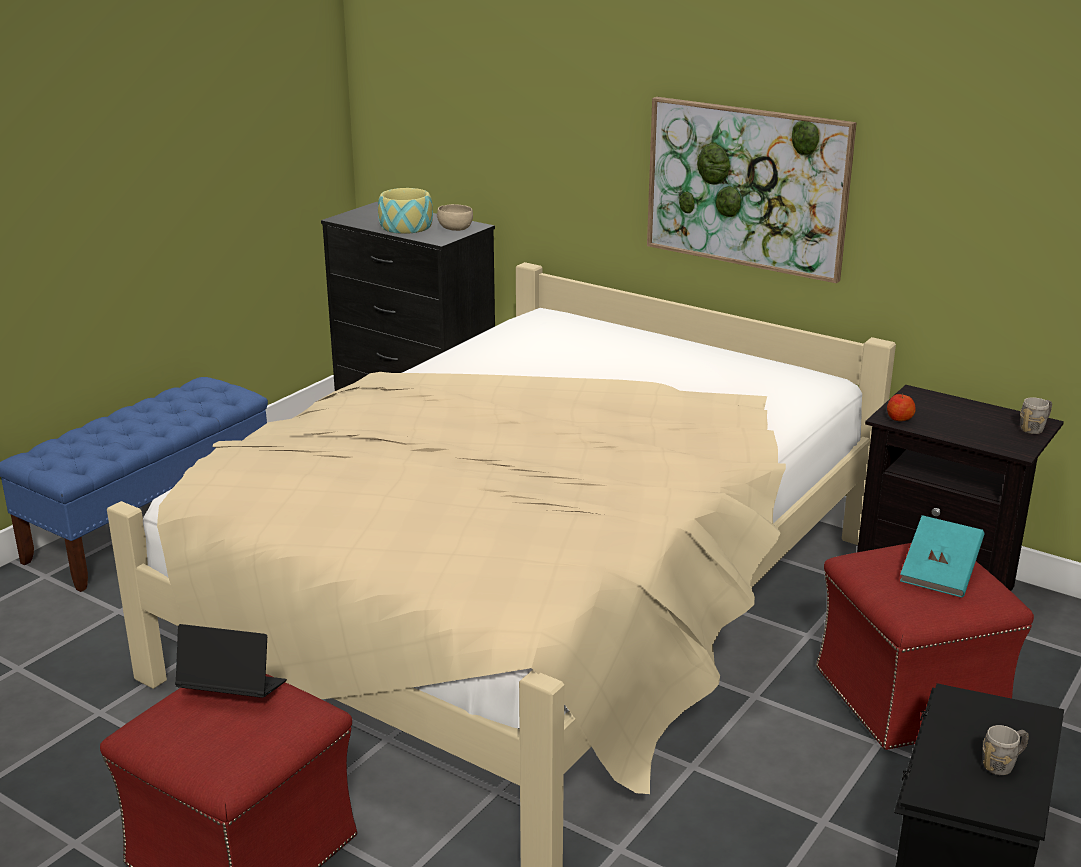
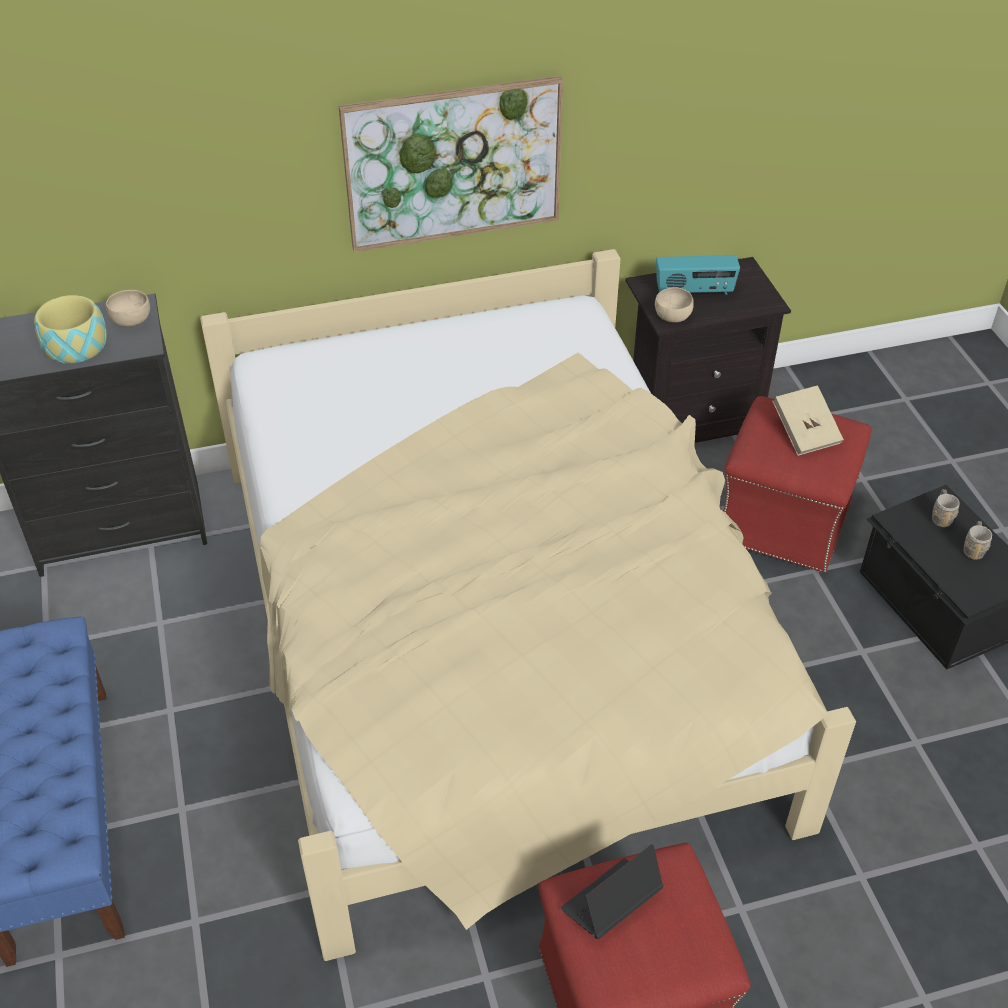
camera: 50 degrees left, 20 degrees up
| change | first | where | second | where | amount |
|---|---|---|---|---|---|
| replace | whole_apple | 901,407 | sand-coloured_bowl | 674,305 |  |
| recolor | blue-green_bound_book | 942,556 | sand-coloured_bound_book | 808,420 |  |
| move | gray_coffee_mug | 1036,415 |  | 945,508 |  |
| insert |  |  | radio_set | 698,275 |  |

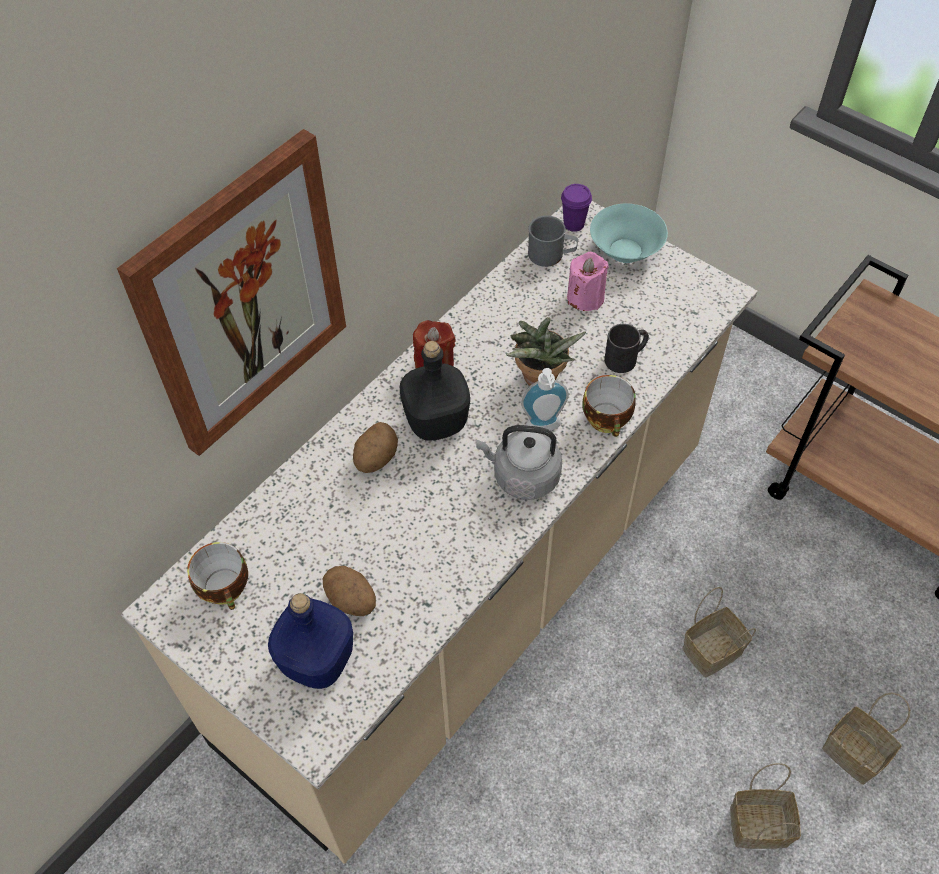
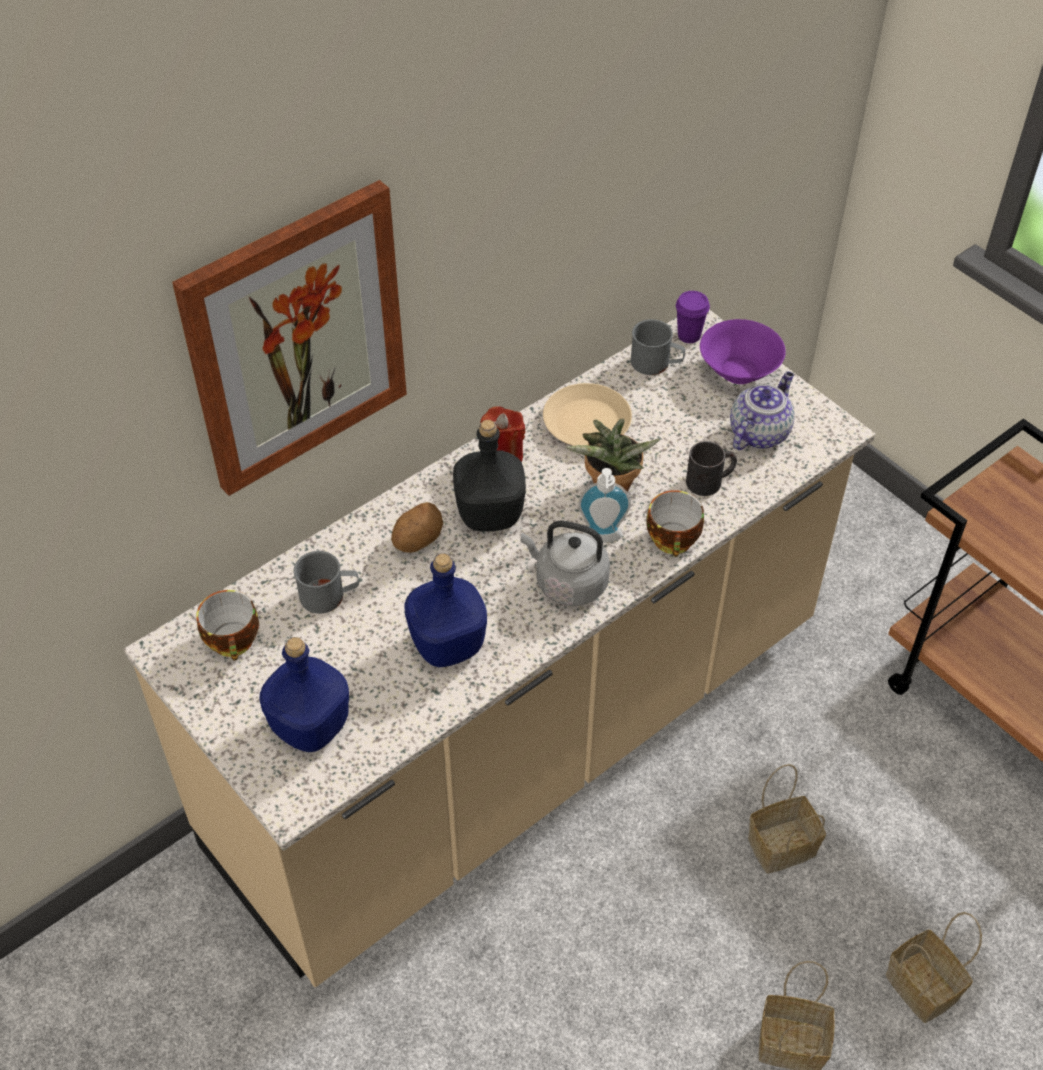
camera: 10 degrees right, 5 degrees down
| change | first | where | second | where | amount |
|---|---|---|---|---|---|
| delete | potato | 349,591 |  |  |  |
| delete | pink_wax_light | 588,281 |  |  |  |
| recolor | blue-green_bowl | 629,233 | purplish_bowl | 743,351 |  |
| insert |  |  | gray_coffee_mug | 326,582 |  |
| insert |  |  | blue-coloured_bottle | 446,610 |  |
| insert |  |  | sand-coloured_flat_dish | 587,414 |  |
| insert |  |  | teapot | 762,411 |  |

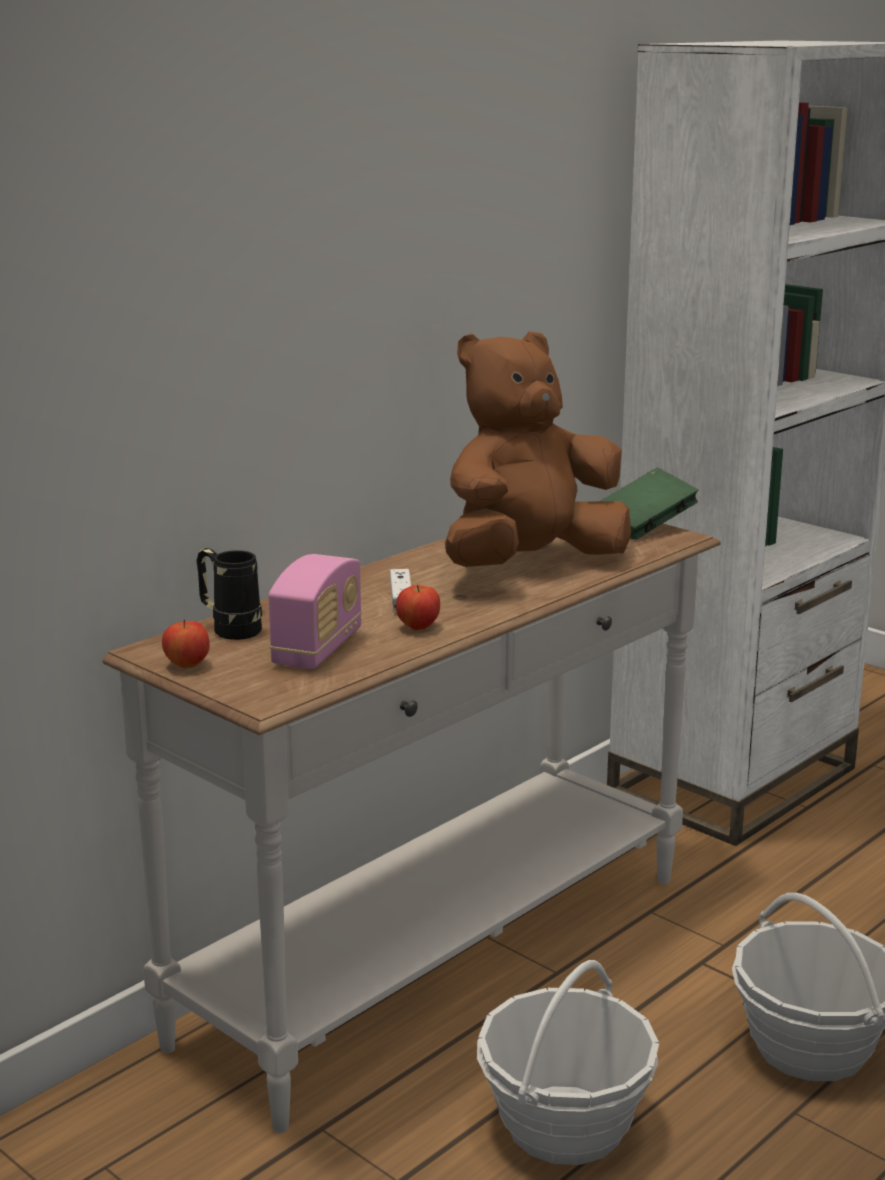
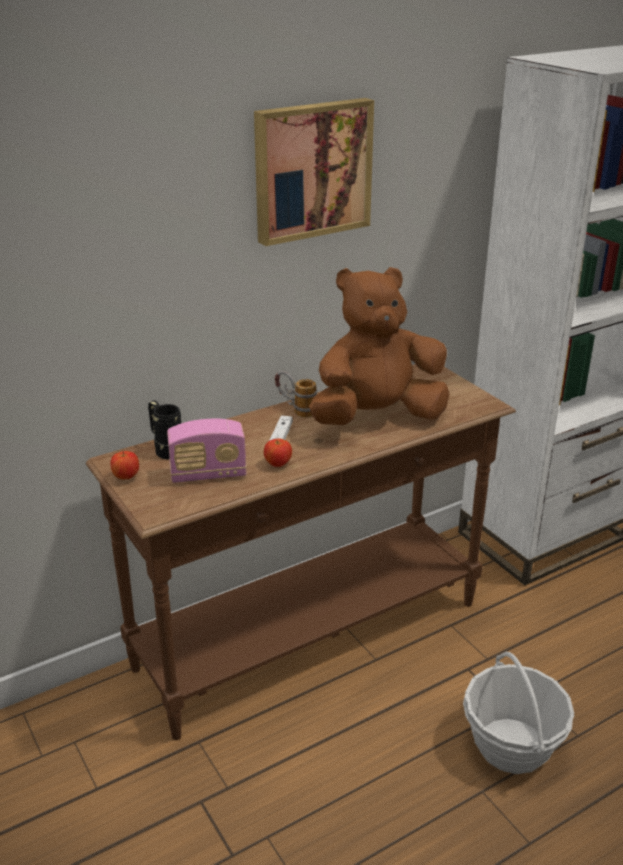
camera: 15 degrees right, 10 degrees up
| change | first | where | second | where | amount |
|---|---|---|---|---|---|
| recolor | whitish_hall_table | 412,817 | brown_hall_table | 301,552 |  |
| rotate | radio_set | 315,611 |  | 207,451 | 45 degrees clockwise |
| delete | storage_basket | 568,1062 |  |  |  |
| delete | greenish_bound_book | 649,504 |  |  |  |
| insert |  |  | wall_picture | 314,172 |  |
| insert |  |  | coffee_mug | 296,394 |  |

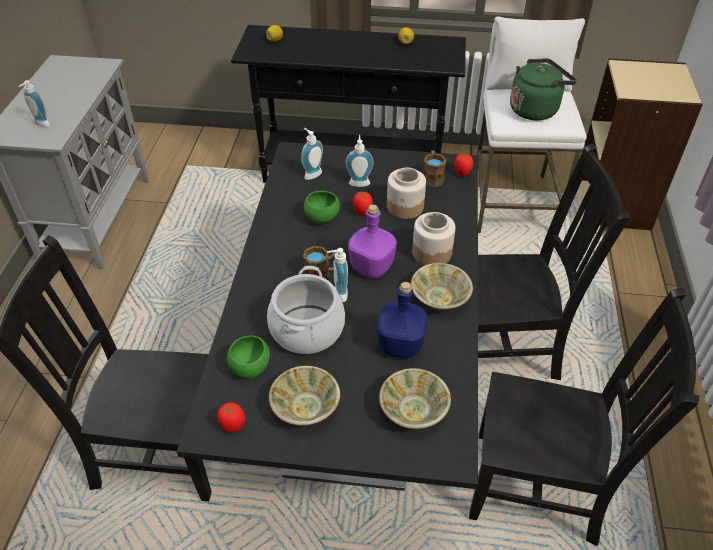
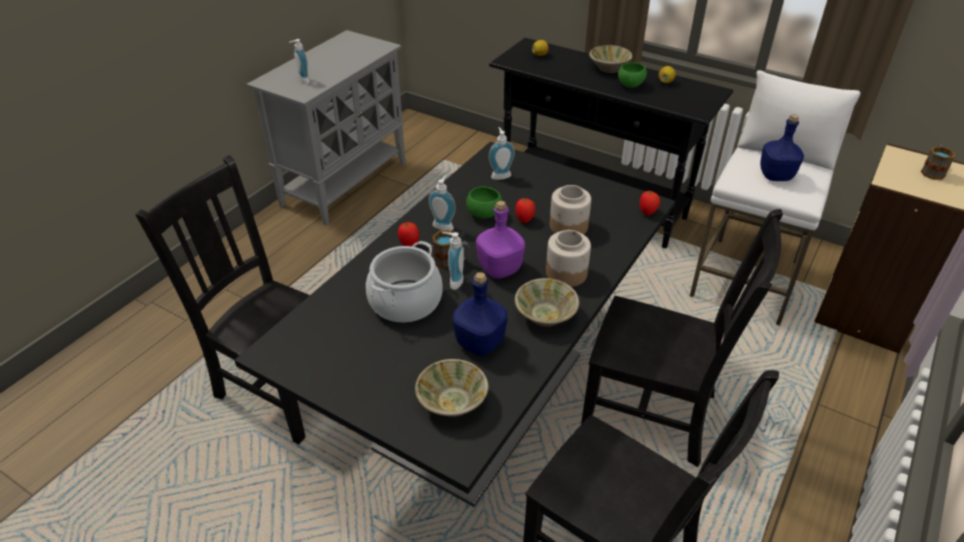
camera: 25 degrees right, 5 degrees down
| change | first | where | second | where | amount |
|---|---|---|---|---|---|
| move | whole_tomato | 231,417 |  | 408,234 |  |
| move | greenish_bowl | 248,356 |  | 632,75 |  |
| move | sand-coloured_bowl | 304,396 |  | 611,59 |  |
| move | soap_bottle | 360,161 |  | 442,203 |  |
| move | coffee_mug | 435,169 |  | 938,162 |  |
| replace | greenish_tea_kettle | 543,89 | blue-coloured_bottle | 782,148 |  |

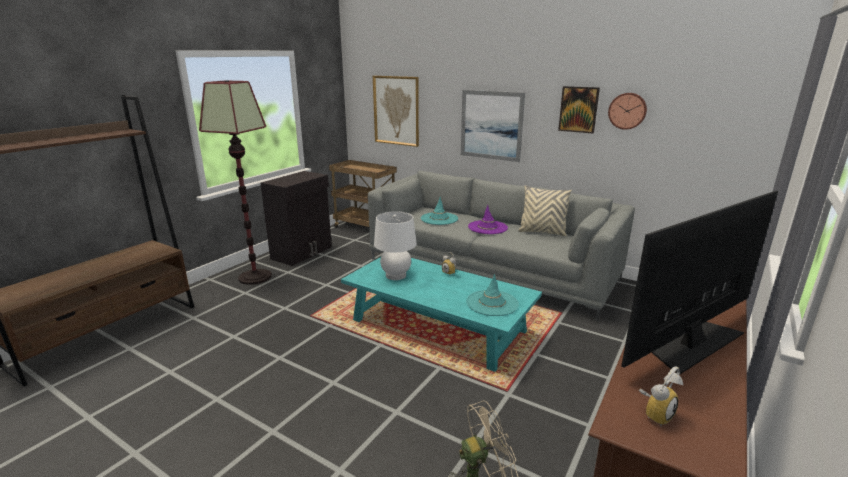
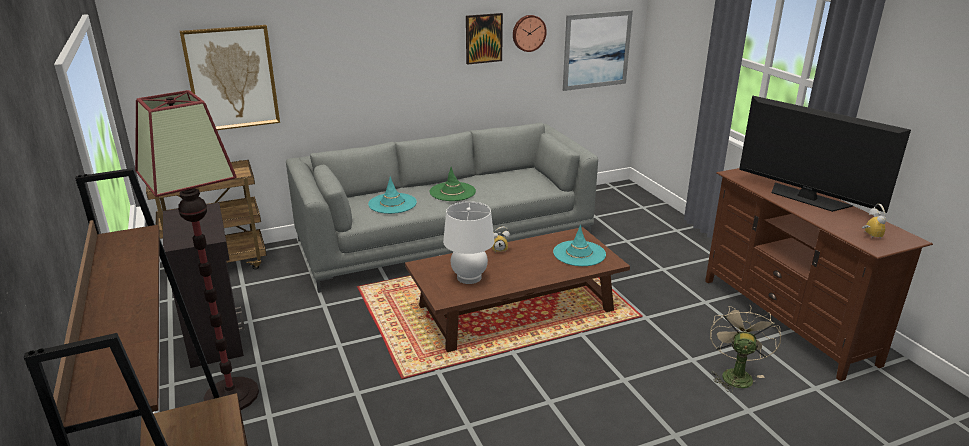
camera: 55 degrees left, 5 degrees up
| change | first | where | second | where | amount |
|---|---|---|---|---|---|
| recolor | blue-green_low_table | 441,314 | brown_low_table | 517,289 |  |
| move | wall_picture | 493,126 |  | 598,50 |  |
| recolor | purplish_wearable_hat | 488,219 | greenish_wearable_hat | 453,184 |  |
| delete | sand-coloured_pillow | 545,210 |  |  |  |
| rotate | TV | 699,283 |  | 825,154 | 45 degrees counterclockwise |

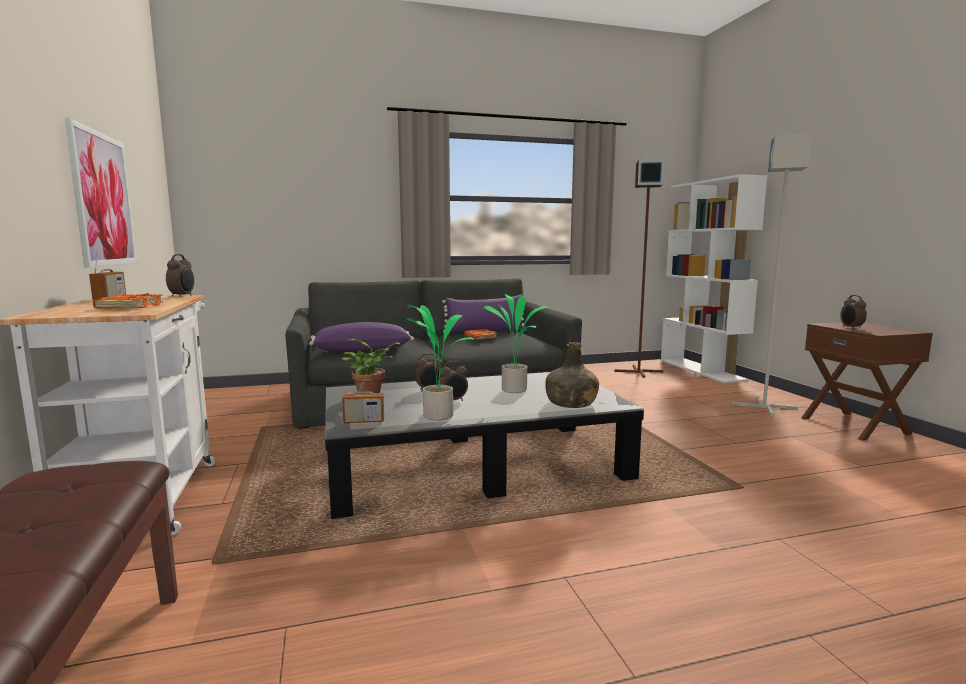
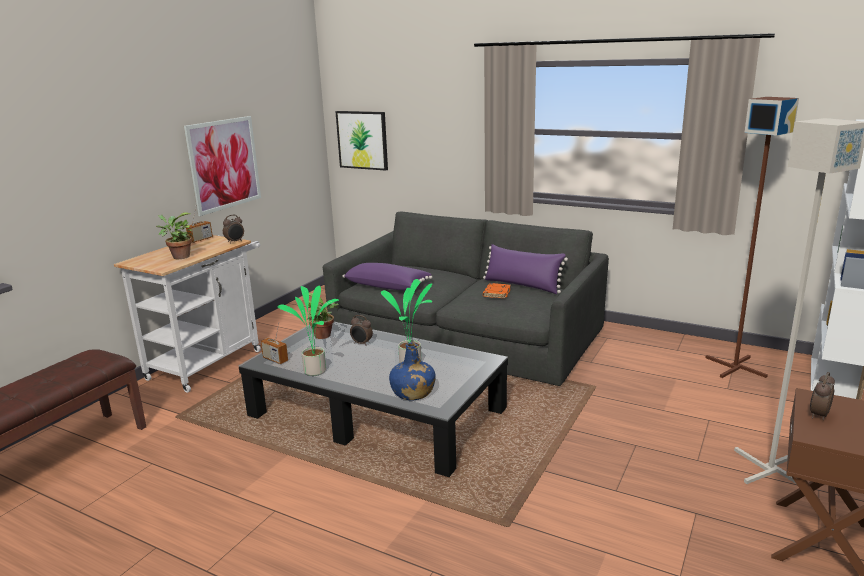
camera: 45 degrees right, 10 degrees up
| change | first | where | second | where | amount |
|---|---|---|---|---|---|
| replace | orangey_bound_book | 128,301 | houseplant | 174,235 |  |
| delete | bedside_clock | 453,381 |  |  |  |
| recolor | greenish_bottle | 572,375 | blue-coloured_bottle | 412,371 |  |
| insert |  |  | wall_picture | 361,141 |  |

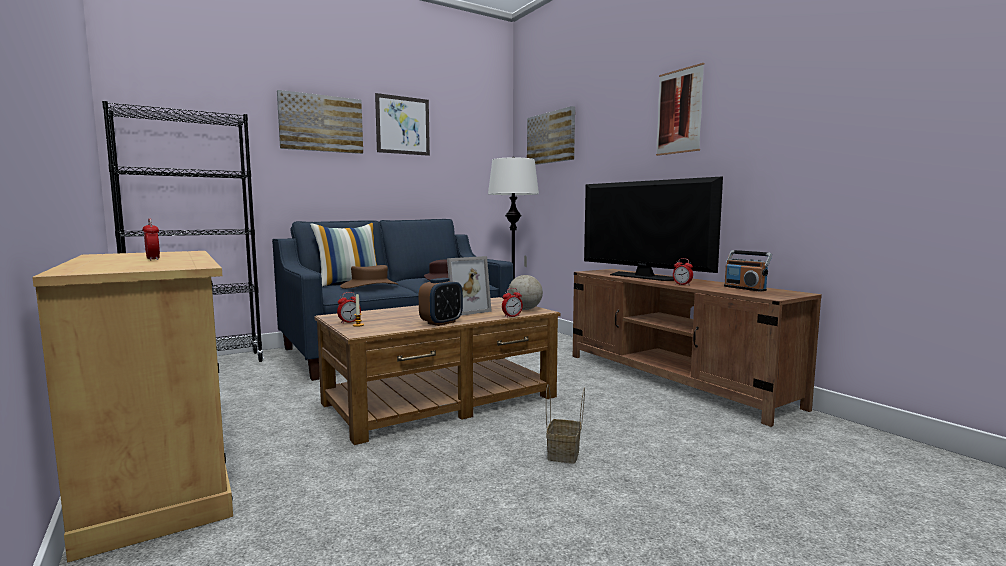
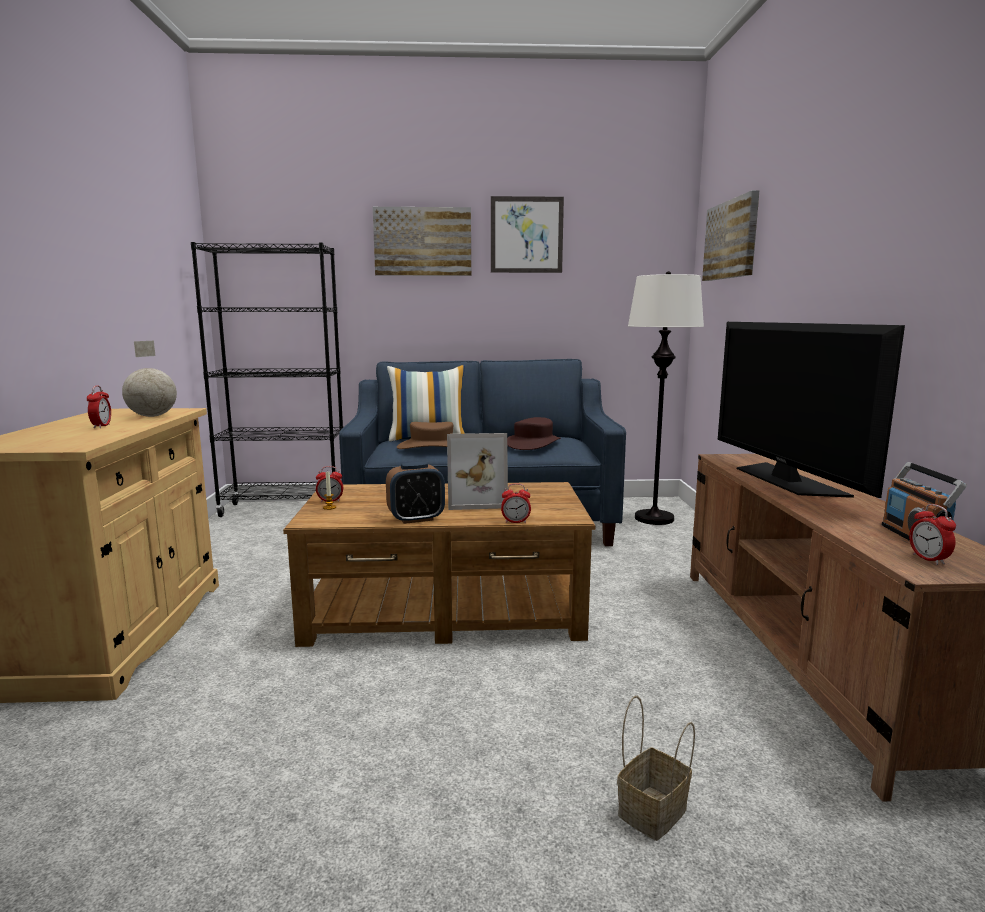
camera: 30 degrees right, 5 degrees up
| change | first | where | second | where | amount |
|---|---|---|---|---|---|
| move | world_globe | 525,282 |  | 149,379 |  |
| move | storage_basket | 565,424 |  | 656,768 |  |
| delete | wall_picture | 680,109 |  |  |  |
| move | bedside_clock | 683,272 |  | 932,534 |  |

